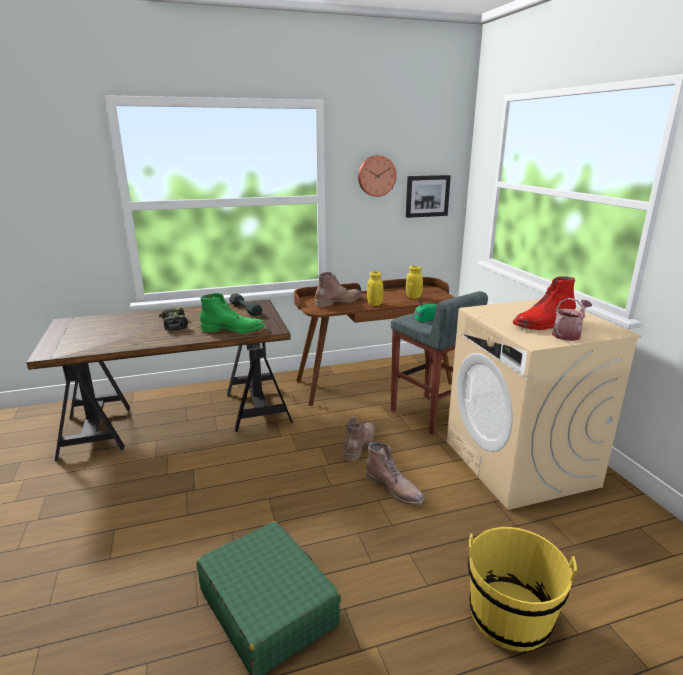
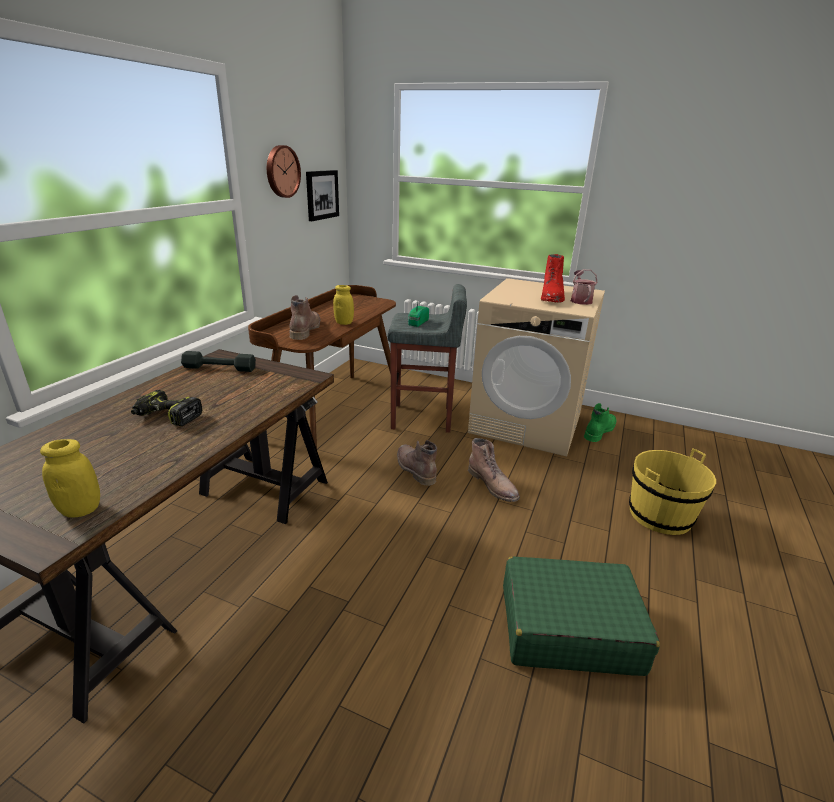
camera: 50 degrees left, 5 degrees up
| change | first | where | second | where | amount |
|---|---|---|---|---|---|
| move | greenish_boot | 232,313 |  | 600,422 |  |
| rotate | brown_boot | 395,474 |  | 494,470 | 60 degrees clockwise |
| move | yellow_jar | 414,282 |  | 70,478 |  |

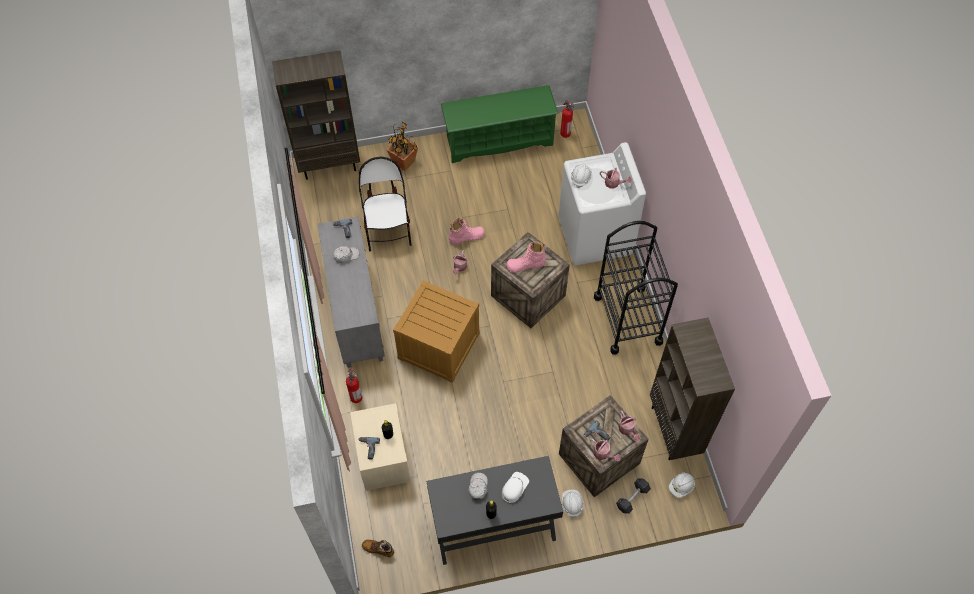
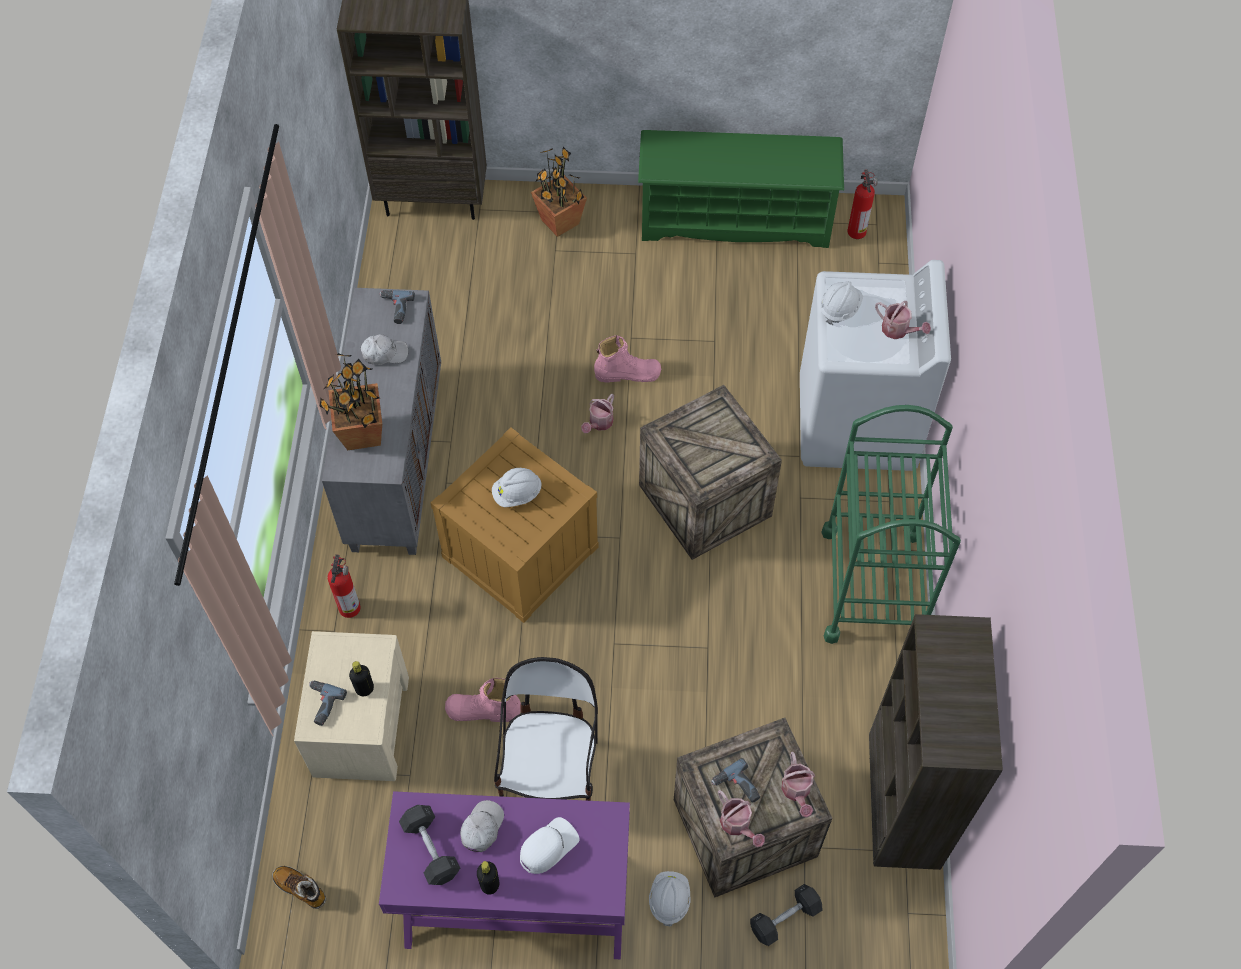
camera: 15 degrees right, 0 degrees up
| change | first | where | second | where | amount |
|---|---|---|---|---|---|
| move | plain_chair | 385,204 |  | 546,729 |  |
| recolor | blackish_desk | 494,510 | purplish_desk | 504,875 |  |
| move | pink_boot | 526,257 |  | 483,700 |  |
| recolor | blackish_cart | 636,288 | greenish_cart | 891,524 |  |
| move | whitish_work_helmet | 682,485 |  | 517,487 |  |
| insert |  |  | houseplant | 351,401 |  |
| insert |  |  | gray_dumbbell | 429,845 |  |

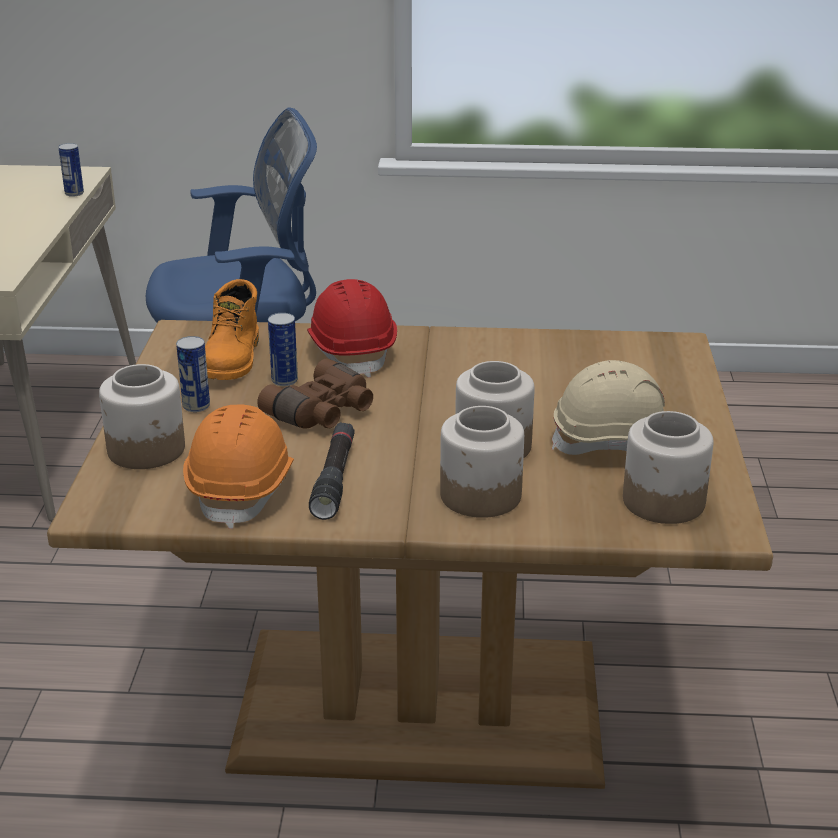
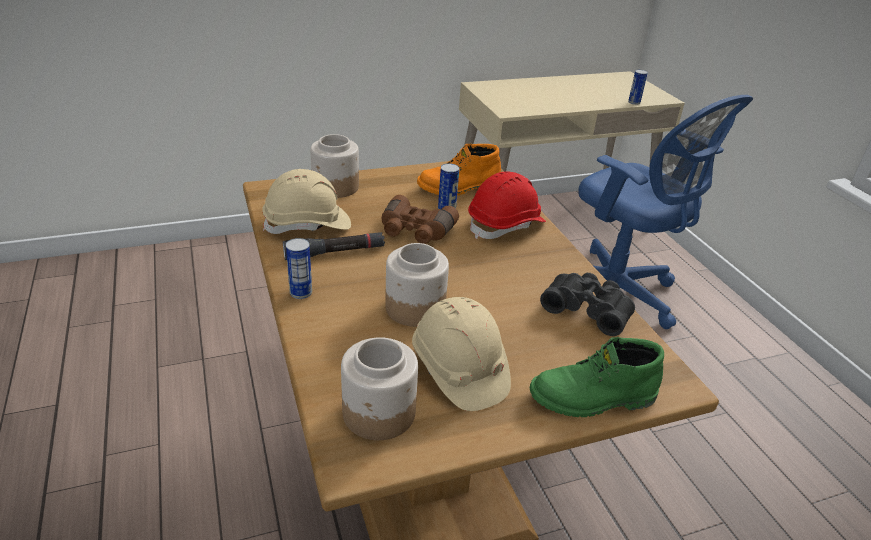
camera: 65 degrees right, 5 degrees up
| change | first | where | second | where | amount |
|---|---|---|---|---|---|
| move | sealed_can | 193,374 |  | 299,268 |  |
| recolor | orangey_work_helmet | 238,467 | sand-coloured_work_helmet | 306,201 |  |
| delete | jar | 482,462 |  |  |  |
| insert |  |  | greenish_boot | 597,377 |  |
| insert |  |  | blackish_binoculars | 587,304 |  |

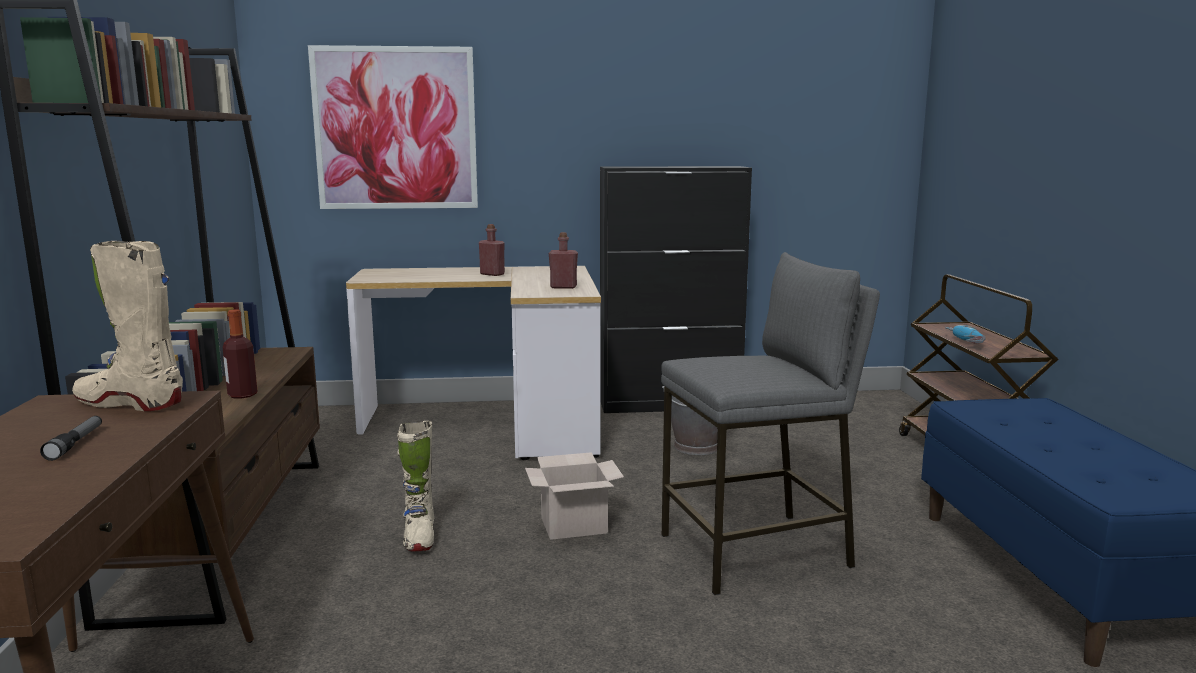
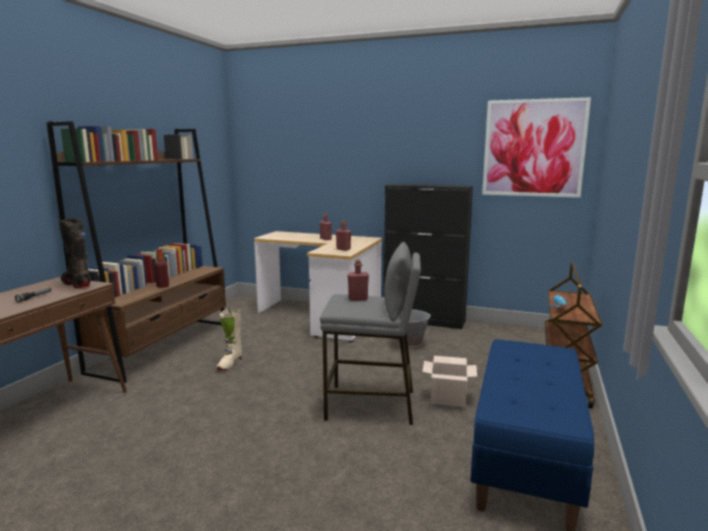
camera: 25 degrees right, 0 degrees up
| change | first | where | second | where | amount |
|---|---|---|---|---|---|
| recolor | sand-coloured_boot | 127,326 | blackish_boot | 75,253 |  |
| move | wall_picture | 393,127 |  | 536,147 |  |
| move | packing_box | 574,496 |  | 449,381 |  |
| insert |  |  | red-coloured_bottle | 358,280 |  |

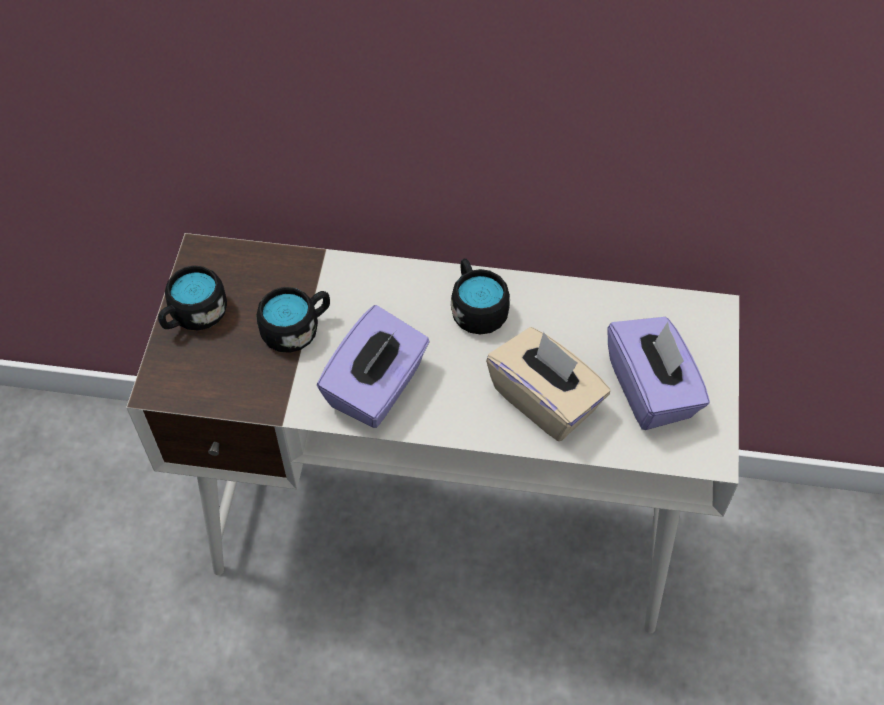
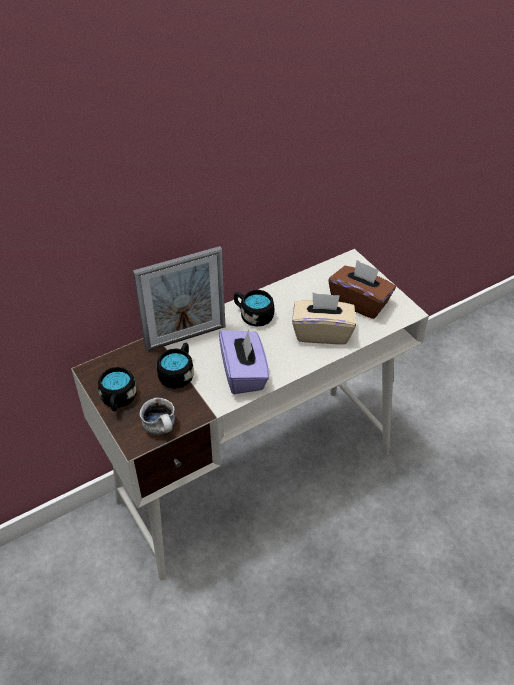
camera: 40 degrees left, 10 degrees down
| change | first | where | second | where | amount |
|---|---|---|---|---|---|
| recolor | purplish_tissue_holder | 658,373 | brown_tissue_holder | 362,289 |  |
| insert |  |  | picture_frame | 179,299 |  |
| insert |  |  | coffee_mug | 157,416 |  |

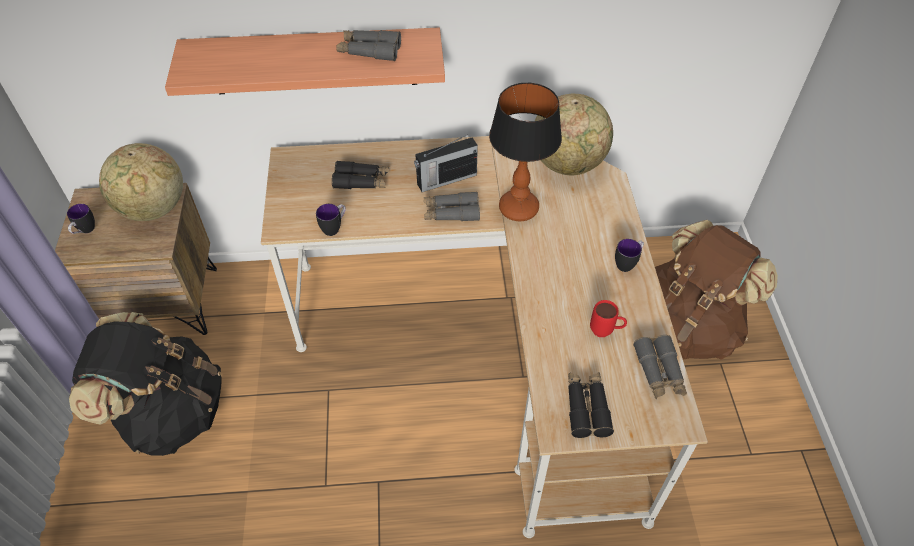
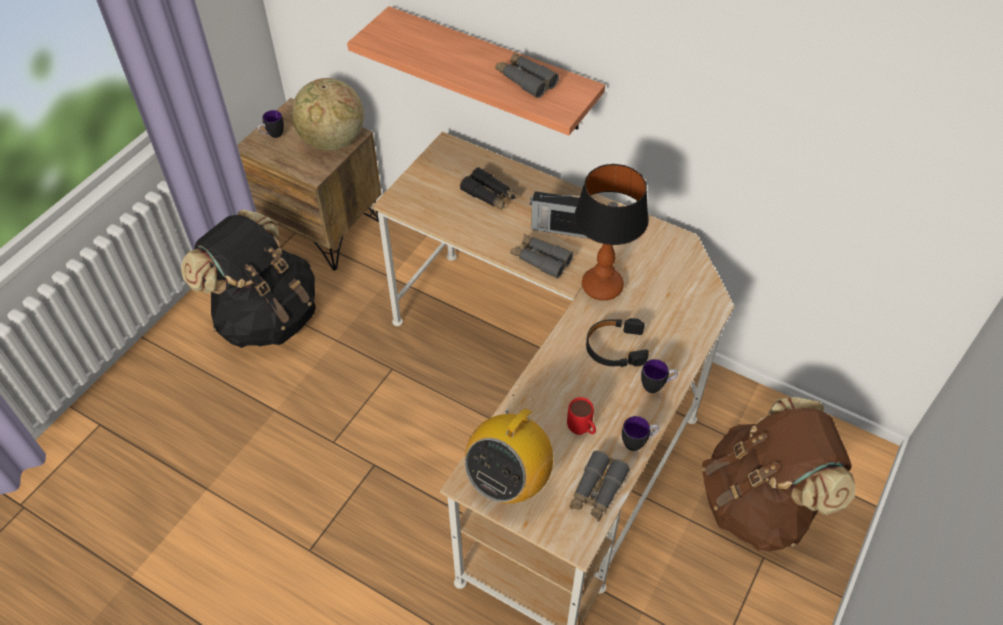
camera: 35 degrees right, 0 degrees up
| change | first | where | second | where | amount |
|---|---|---|---|---|---|
| move | coffee_mug | 331,220 |  | 640,433 |  |
| delete | world_globe | 574,134 |  |  |  |
| replace | blackish_binoculars | 591,405 | radio_set | 509,449 |  |
| insert |  |  | blackish_pair_of_headphones | 617,342 |  |

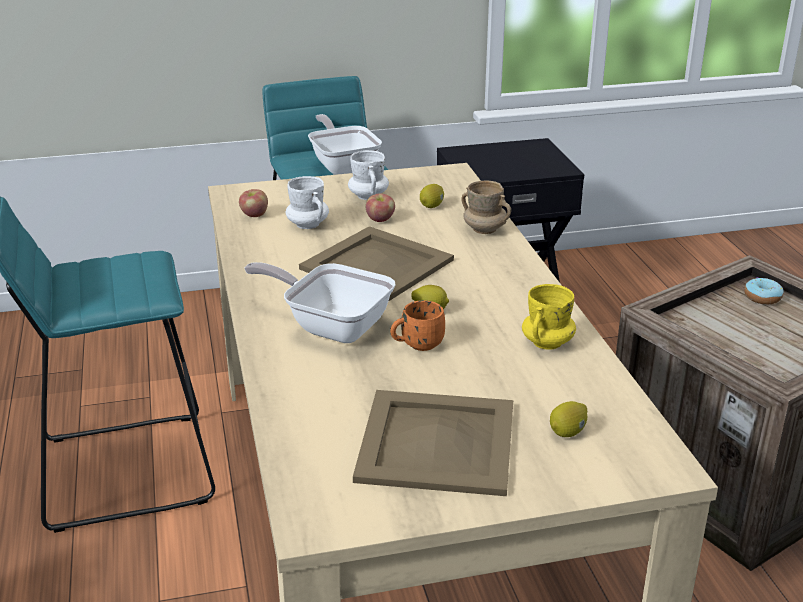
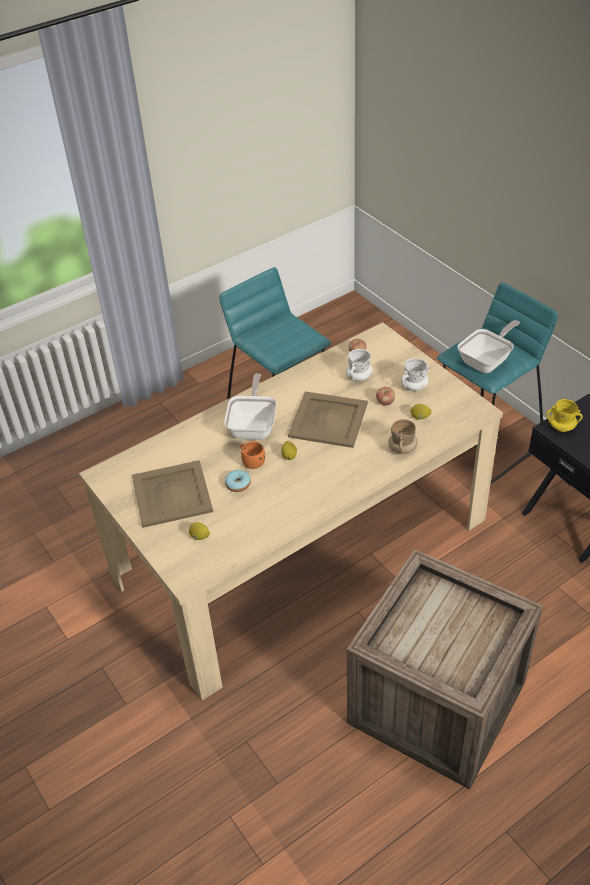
camera: 70 degrees right, 15 degrees up
| change | first | where | second | where | amount |
|---|---|---|---|---|---|
| move | yellow_coffee_mug | 549,317 |  | 564,415 |  |
| move | donut | 764,290 |  | 238,481 |  |

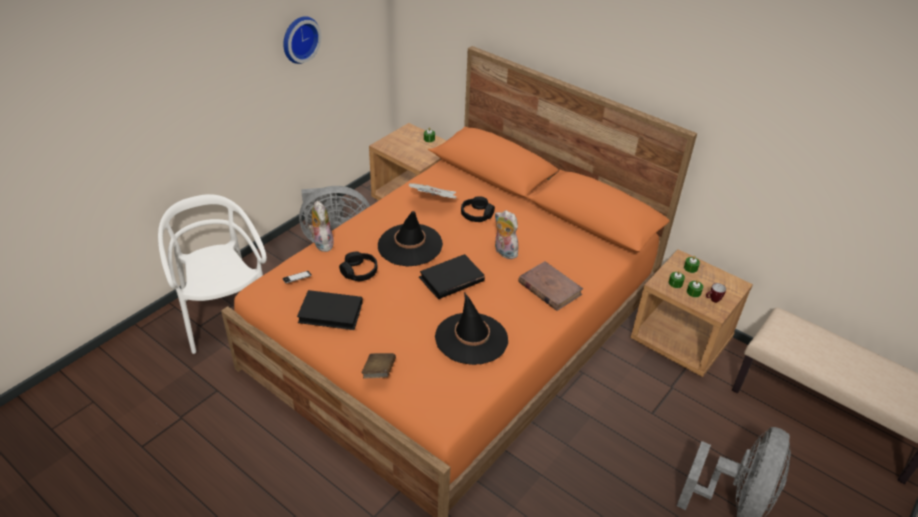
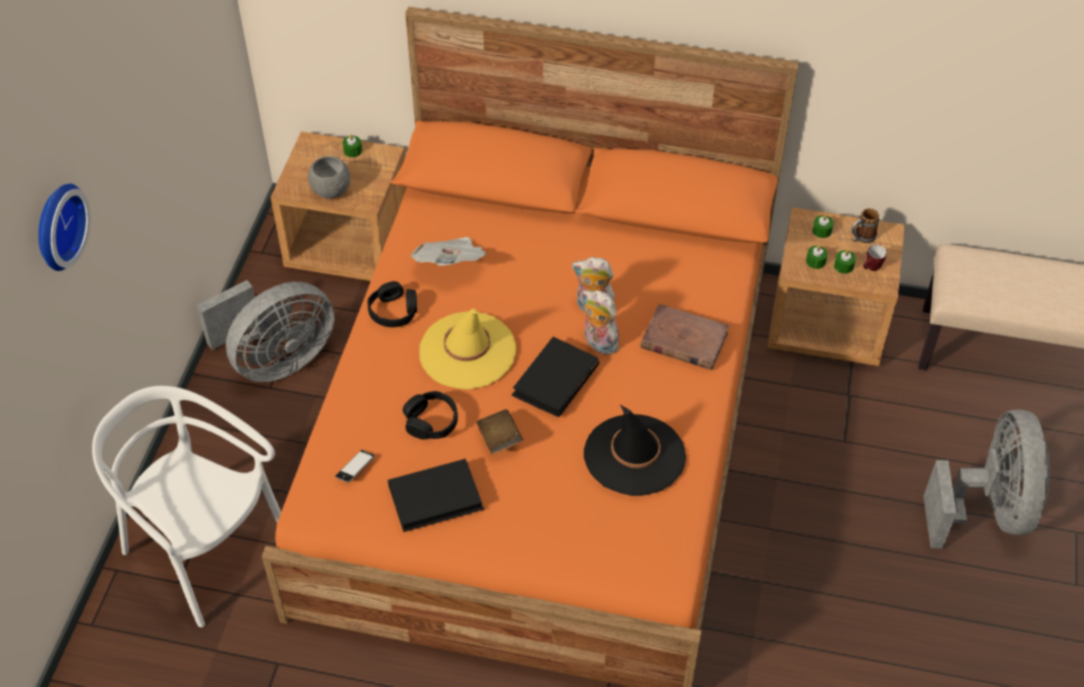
camera: 25 degrees left, 10 degrees up
| change | first | where | second | where | amount |
|---|---|---|---|---|---|
| move | hanging_clock | 302,40 |  | 64,227 |  |
| move | plush_toy | 321,226 |  | 600,322 |  |
| move | brown_bound_book | 378,366 |  | 499,431 |  |
| recolor | blackish_wearable_hat | 410,238 | yellow_wearable_hat | 467,349 |  |
| move | blackish_pair_of_headphones | 478,209 |  | 392,304 |  |
| insert |  |  | gray_bowl | 329,177 |  |
| insert |  |  | coffee_mug | 865,225 |  |

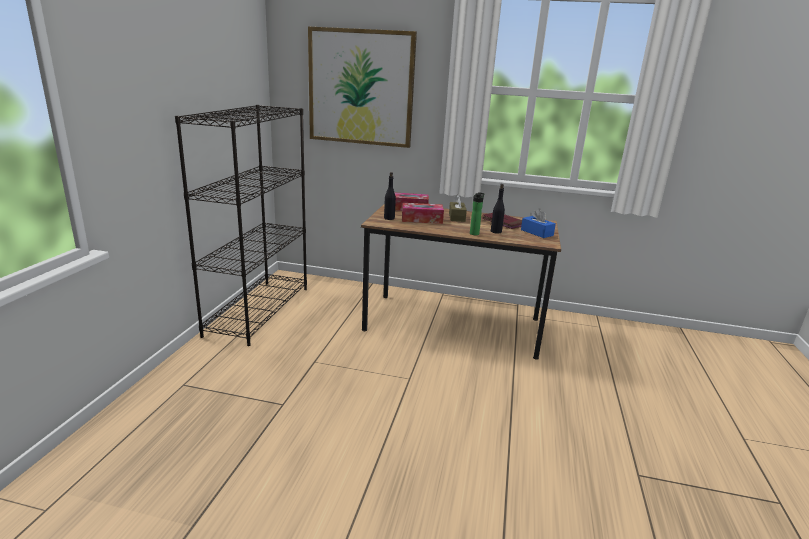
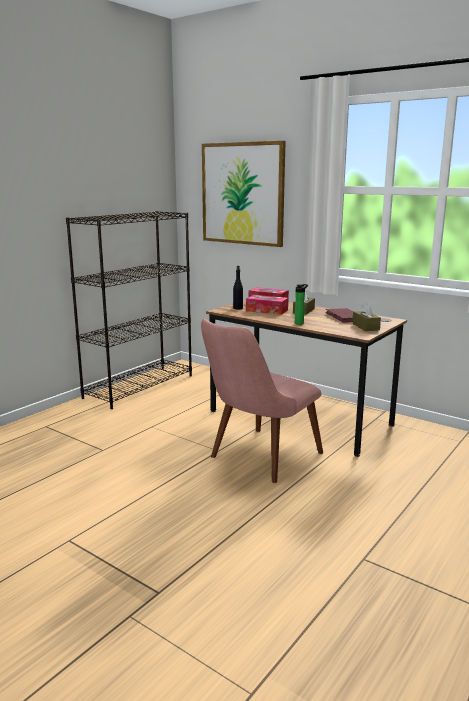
camera: 25 degrees right, 5 degrees down
| change | first | where | second | where | amount |
|---|---|---|---|---|---|
| delete | blackish_bottle | 498,209 |  |  |  |
| recolor | blue-coloured_tissue_holder | 538,223 | brown_tissue_holder | 367,316 |  |
| insert |  |  | pink_plain_chair | 262,401 |  |

